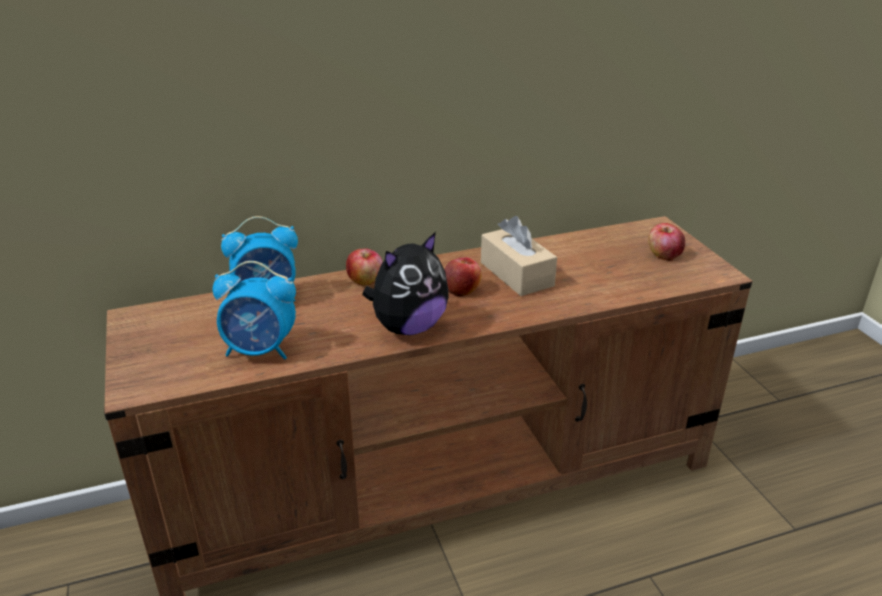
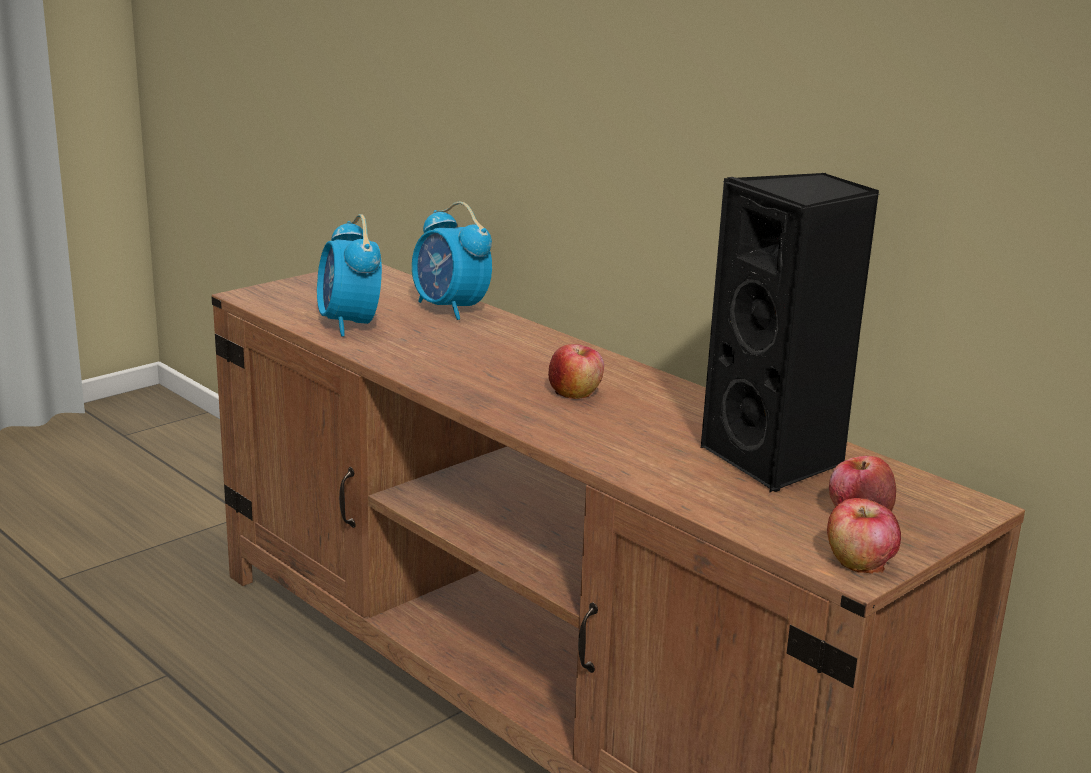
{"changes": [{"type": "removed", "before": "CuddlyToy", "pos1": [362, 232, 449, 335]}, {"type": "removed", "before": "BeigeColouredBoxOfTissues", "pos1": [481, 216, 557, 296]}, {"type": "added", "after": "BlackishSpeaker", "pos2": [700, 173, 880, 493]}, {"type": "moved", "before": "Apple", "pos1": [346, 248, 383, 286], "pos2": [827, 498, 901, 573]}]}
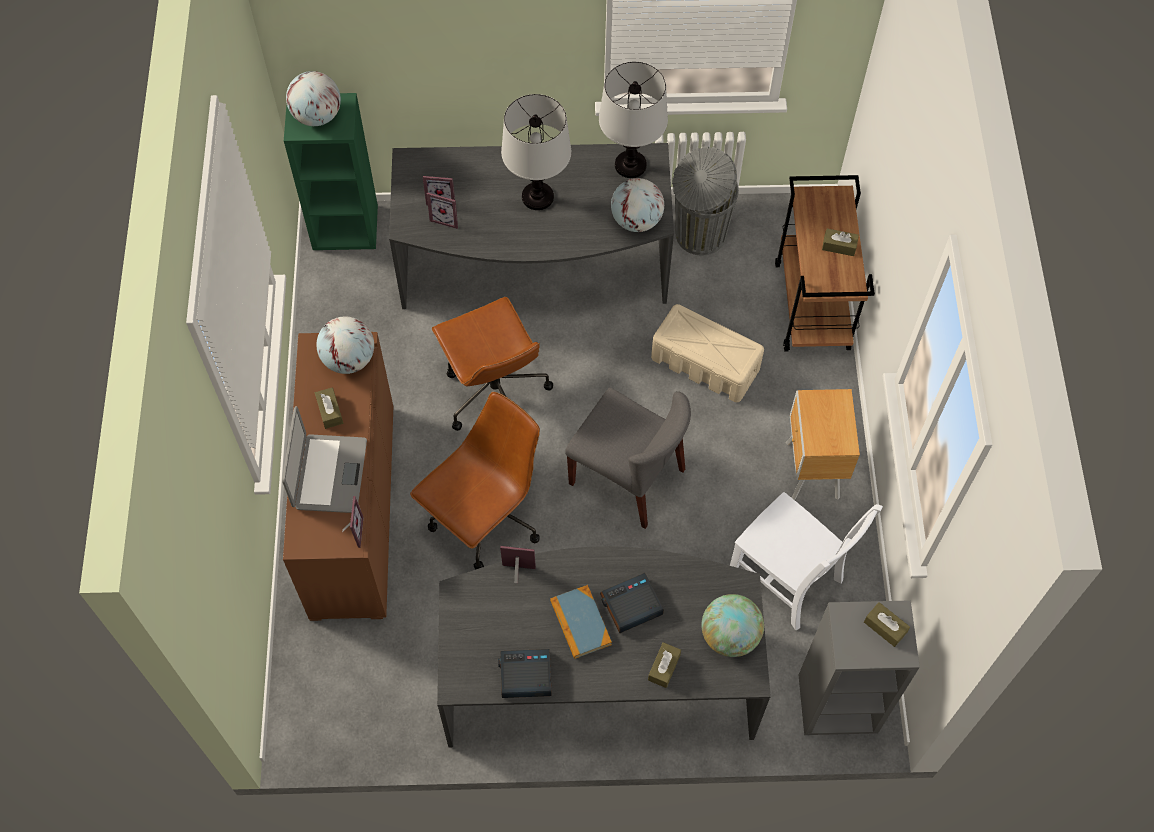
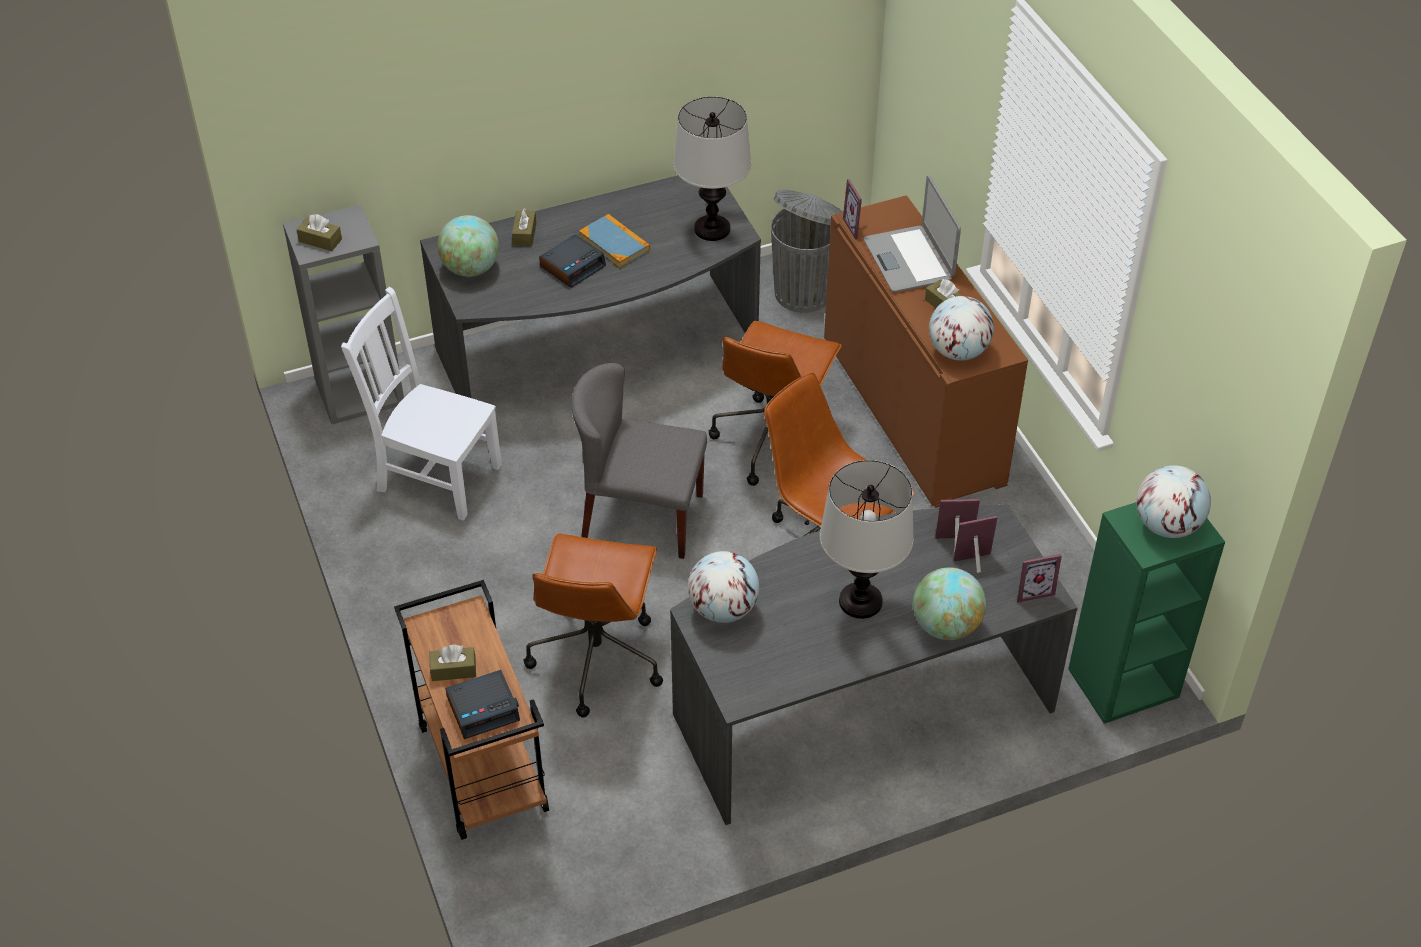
{"changes": [{"type": "removed", "before": "BrownNightTable", "pos1": [786, 389, 860, 500]}, {"type": "added", "after": "DeskGlobe", "pos2": [913, 567, 986, 640]}, {"type": "moved", "before": "BedsideClock", "pos1": [498, 649, 551, 698], "pos2": [445, 670, 520, 739]}, {"type": "moved", "before": "PictureFrame", "pos1": [500, 546, 536, 583], "pos2": [1017, 554, 1062, 603]}, {"type": "moved", "before": "LampForATable", "pos1": [599, 62, 668, 178], "pos2": [674, 97, 751, 241]}, {"type": "moved", "before": "GreyishWasteBin", "pos1": [672, 147, 739, 255], "pos2": [771, 190, 843, 313]}, {"type": "replaced", "before": "BeigeColouredStorageBox", "after": "BrownOfficeChair", "pos1": [651, 304, 764, 402], "pos2": [523, 534, 663, 717]}]}
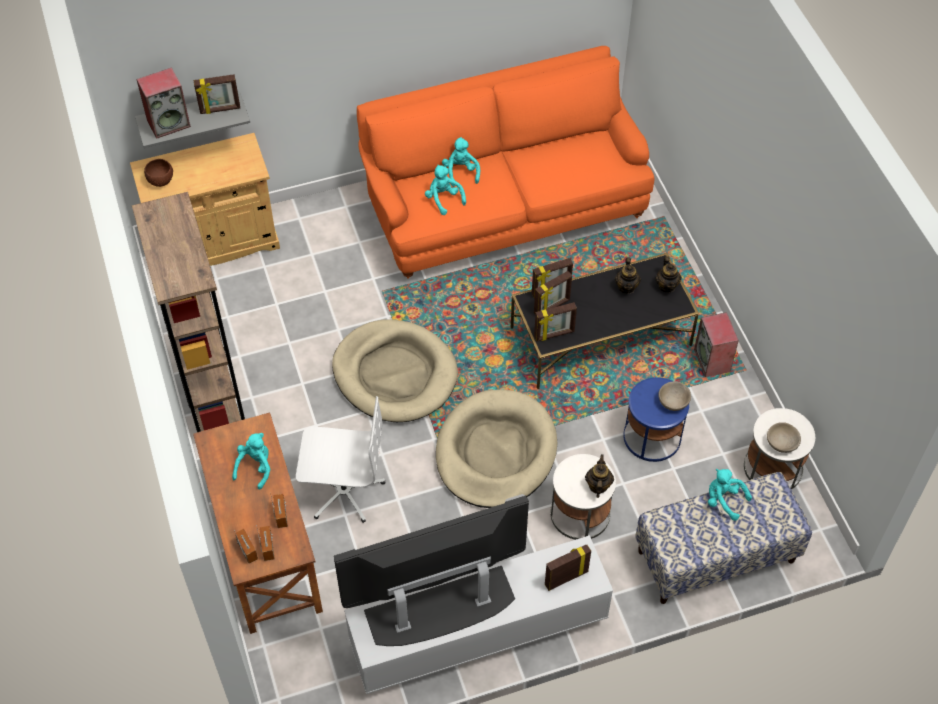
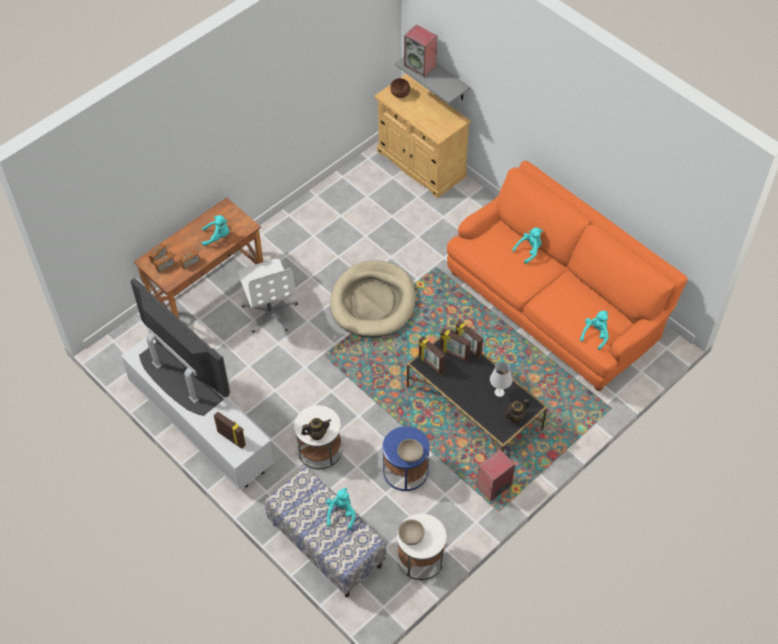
{"changes": [{"type": "removed", "before": "BrownBookshelf", "pos1": [132, 192, 245, 432]}, {"type": "removed", "before": "PictureFrame", "pos1": [194, 74, 240, 114]}, {"type": "removed", "before": "BeigeColouredDogBed", "pos1": [436, 389, 557, 508]}, {"type": "moved", "before": "TurquoiseCuddlyToy", "pos1": [425, 165, 466, 215], "pos2": [580, 311, 609, 350]}, {"type": "replaced", "before": "PotForTea", "after": "WhiteColouredLampForATable", "pos1": [615, 258, 641, 294], "pos2": [490, 362, 512, 397]}]}
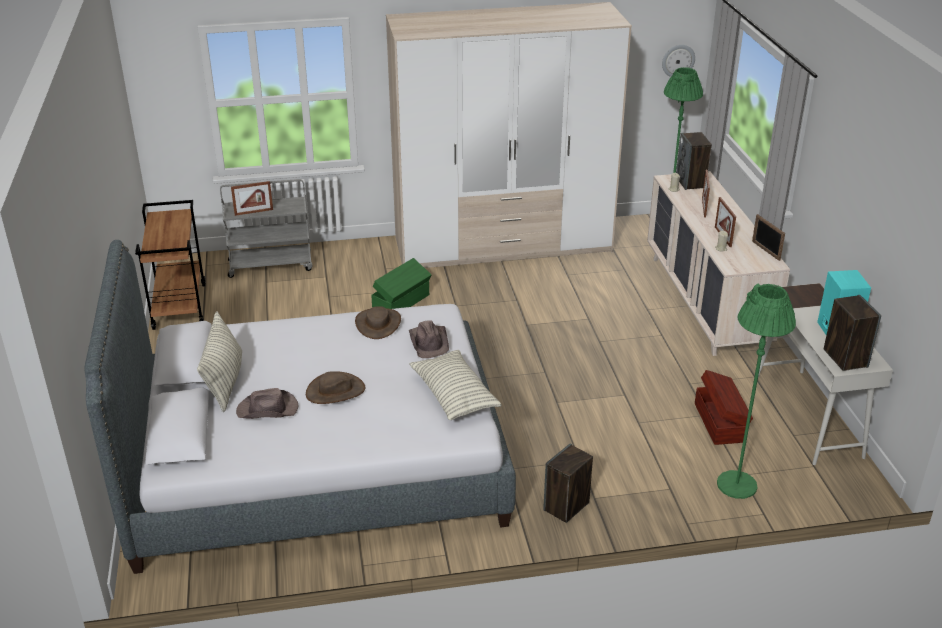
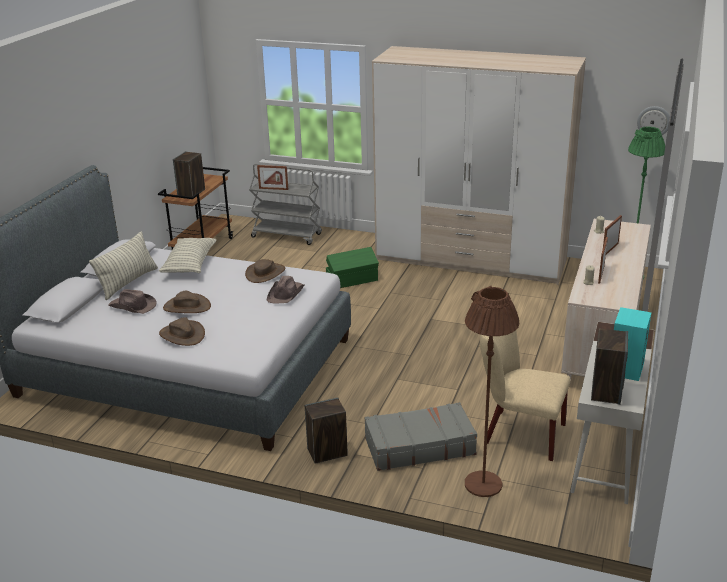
{"changes": [{"type": "removed", "before": "PictureFrame", "pos1": [752, 214, 785, 261]}, {"type": "added", "after": "BrownHat", "pos2": [159, 317, 205, 346]}, {"type": "added", "after": "GreyishSuitcase", "pos2": [365, 402, 477, 471]}, {"type": "moved", "before": "ThrowPillow", "pos1": [409, 350, 502, 420], "pos2": [159, 238, 216, 273]}, {"type": "moved", "before": "Speaker", "pos1": [676, 132, 712, 190], "pos2": [173, 151, 205, 197]}, {"type": "replaced", "before": "BrownStorageBox", "after": "BeigeColouredPlainChair", "pos1": [695, 370, 753, 445], "pos2": [480, 331, 571, 461]}, {"type": "recoloured", "before": "GreenishStandardLamp", "after": "BrownStandardLamp", "pos1": [717, 284, 796, 499], "pos2": [465, 286, 519, 497]}]}
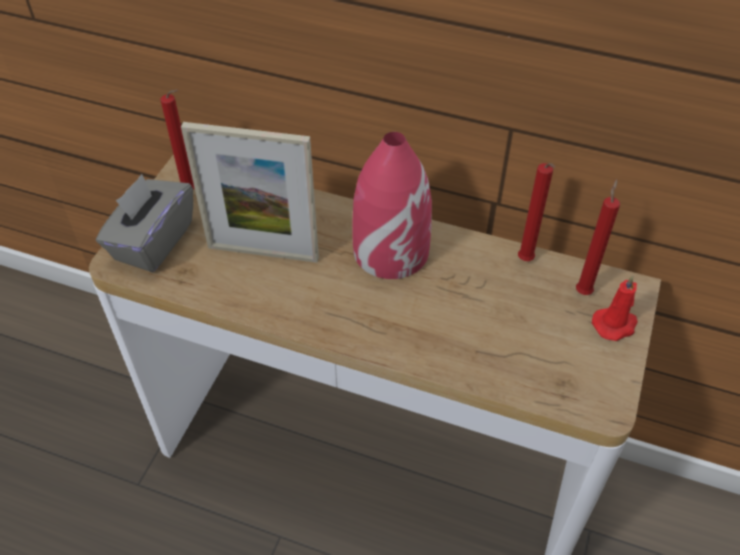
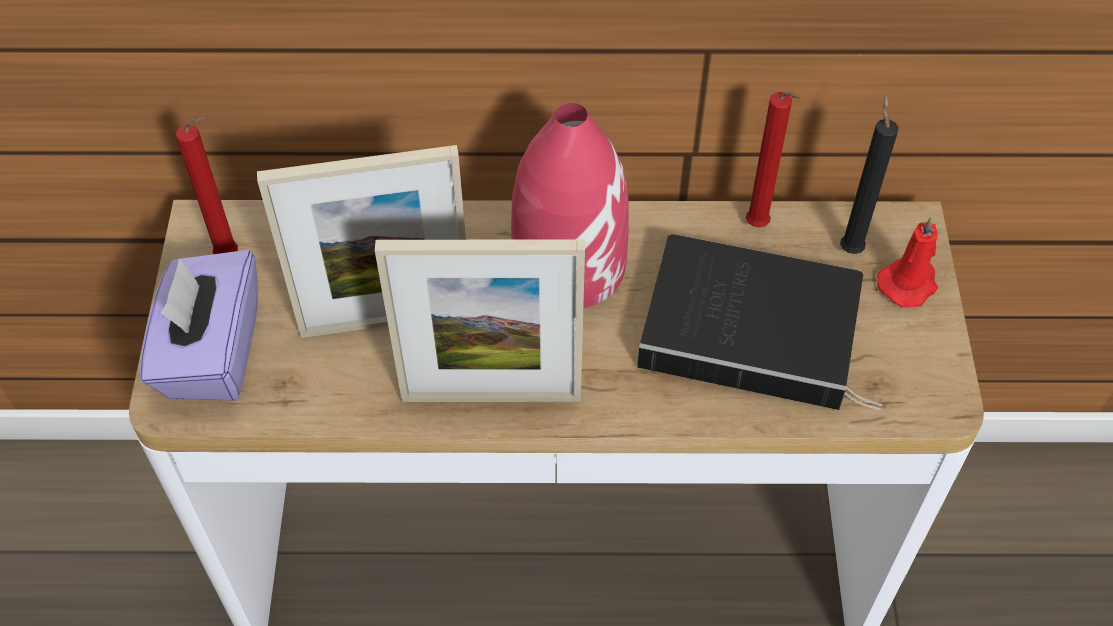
{"changes": [{"type": "added", "after": "PictureFrame", "pos2": [375, 239, 585, 402]}, {"type": "added", "after": "Volume", "pos2": [637, 234, 883, 410]}, {"type": "recoloured", "before": "GreyishBoxOfTissues", "after": "PurpleBoxOfTissues", "pos1": [96, 174, 193, 272], "pos2": [140, 250, 258, 401]}, {"type": "recoloured", "before": "ReddishWaxCandle", "after": "BlackishWaxCandle", "pos1": [576, 179, 620, 295], "pos2": [840, 94, 899, 254]}]}
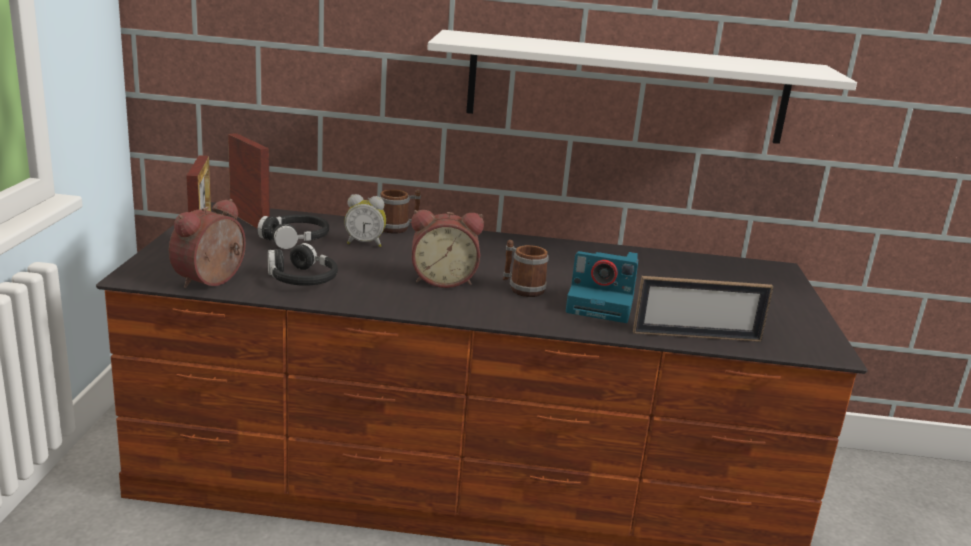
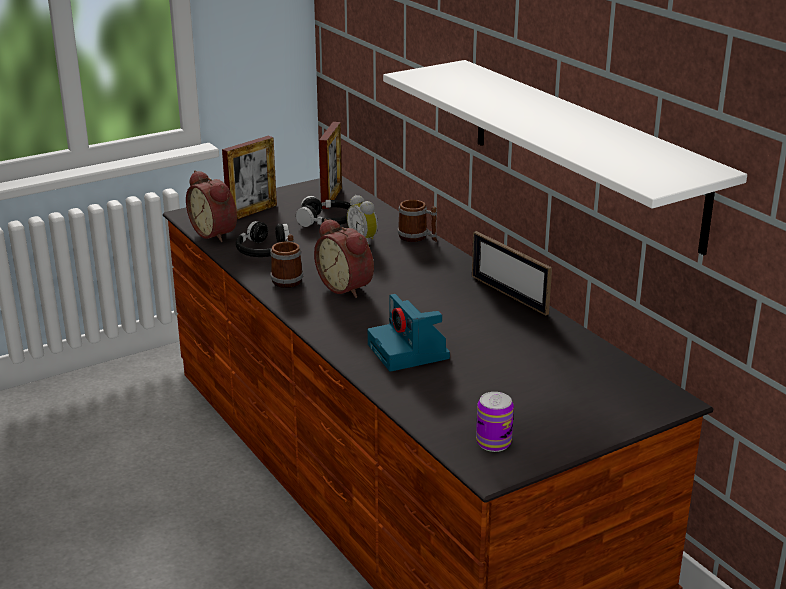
{"changes": [{"type": "added", "after": "SealedCan", "pos2": [476, 392, 514, 452]}, {"type": "moved", "before": "CoffeeMug", "pos1": [503, 240, 549, 297], "pos2": [270, 234, 303, 288]}, {"type": "moved", "before": "PictureFrame", "pos1": [633, 276, 773, 342], "pos2": [472, 231, 552, 316]}, {"type": "turned", "before": "BedsideClock", "pos1": [169, 199, 246, 288], "pos2": [186, 170, 237, 242], "turn": -120}]}
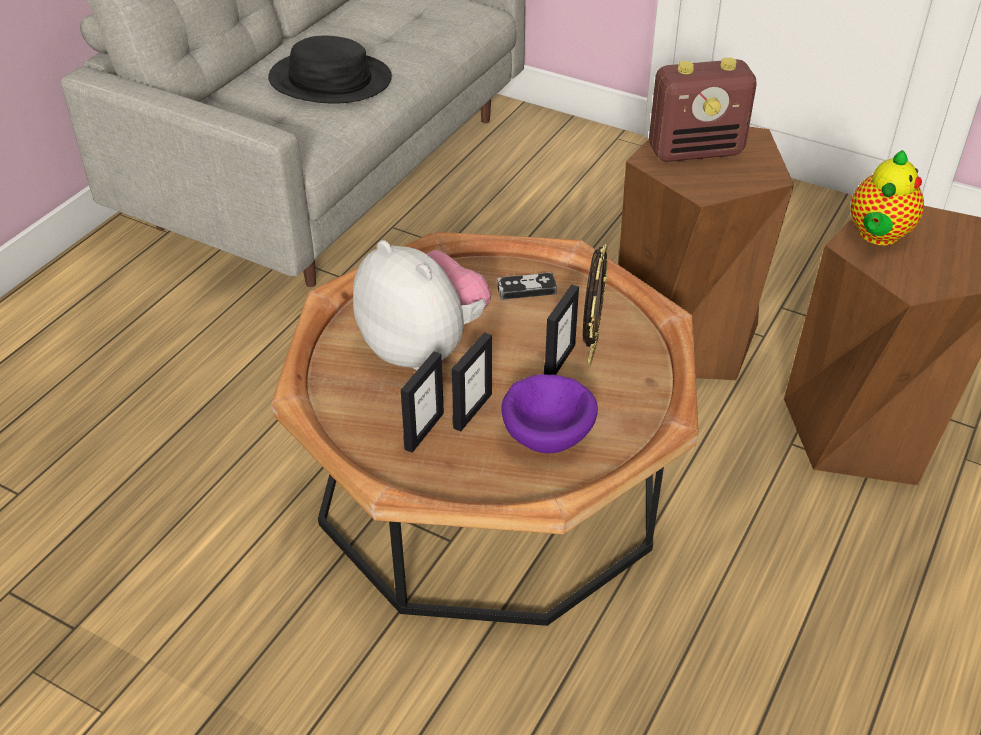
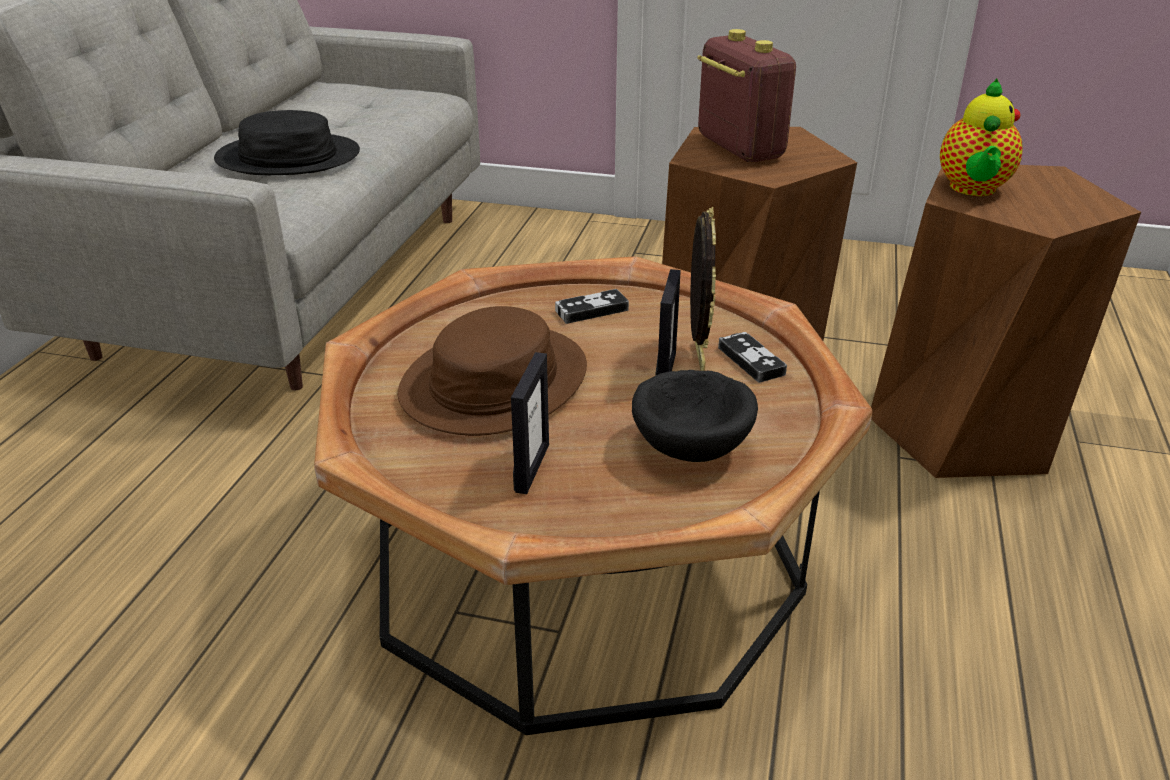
{"changes": [{"type": "removed", "before": "PictureFrame", "pos1": [452, 332, 492, 432]}, {"type": "added", "after": "Joypad", "pos2": [718, 332, 787, 383]}, {"type": "replaced", "before": "CuddlyToy", "after": "BrownHat", "pos1": [353, 240, 491, 370], "pos2": [398, 306, 587, 436]}, {"type": "recoloured", "before": "PurpleServingBowl", "after": "BlackishServingBowl", "pos1": [502, 374, 598, 453], "pos2": [632, 370, 758, 462]}, {"type": "turned", "before": "RadioReceiver", "pos1": [649, 57, 757, 162], "pos2": [697, 29, 796, 162], "turn": -90}]}
